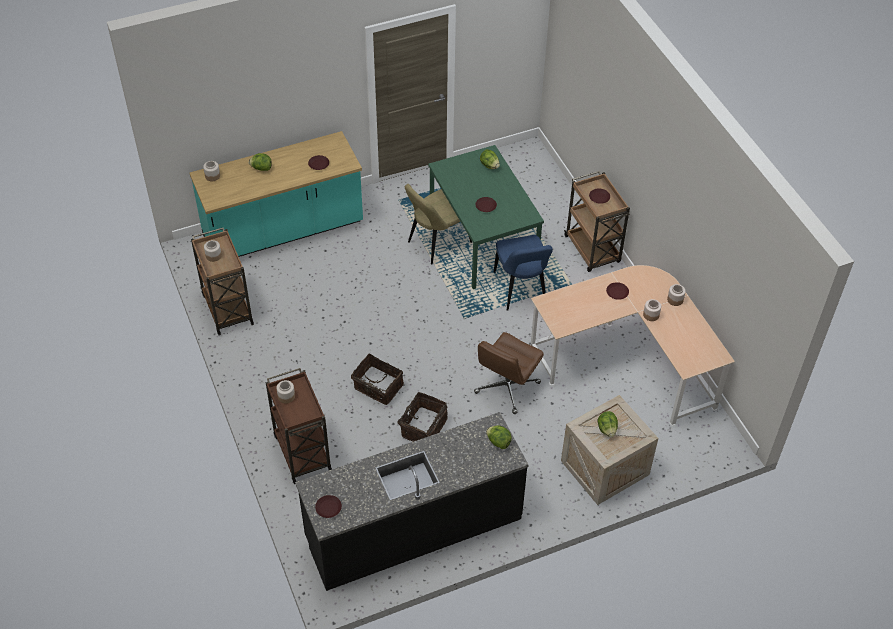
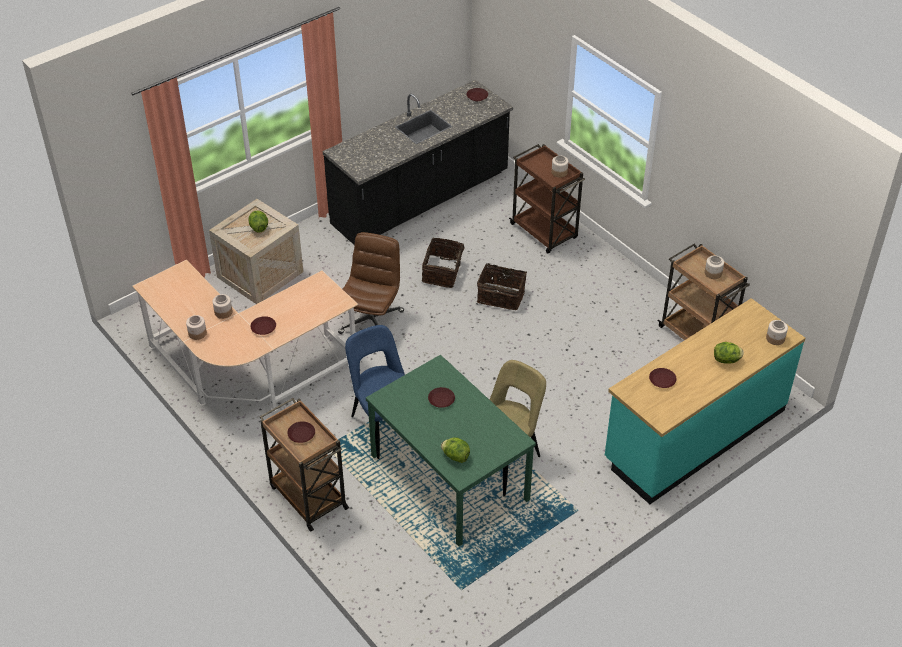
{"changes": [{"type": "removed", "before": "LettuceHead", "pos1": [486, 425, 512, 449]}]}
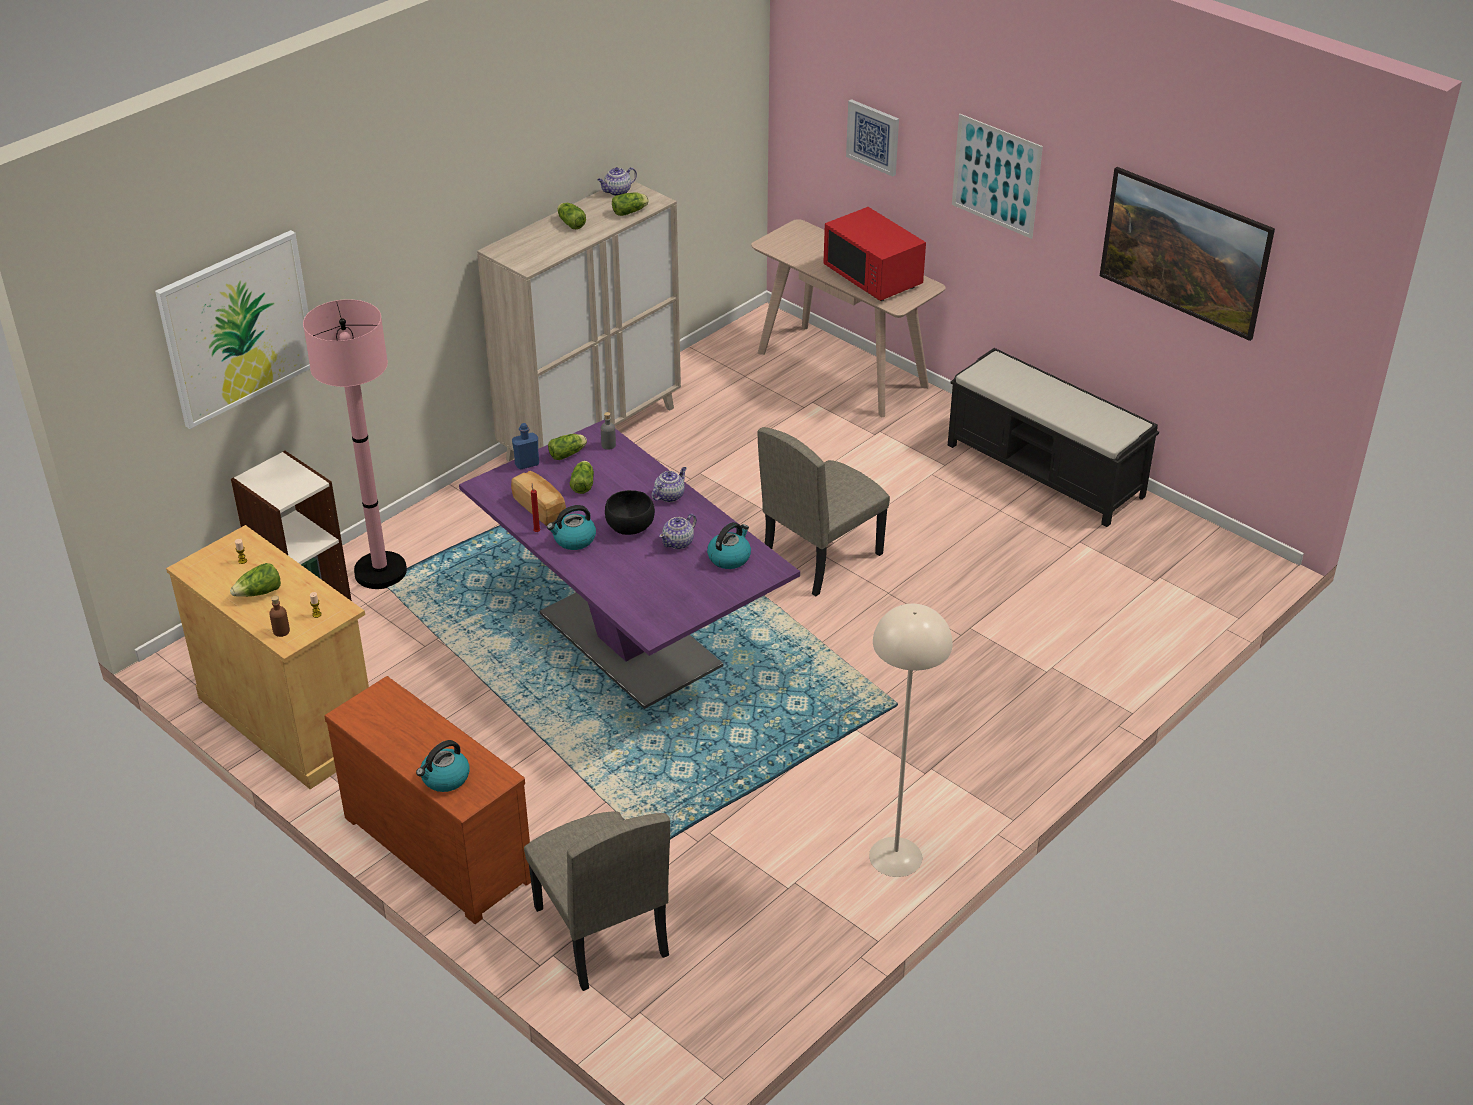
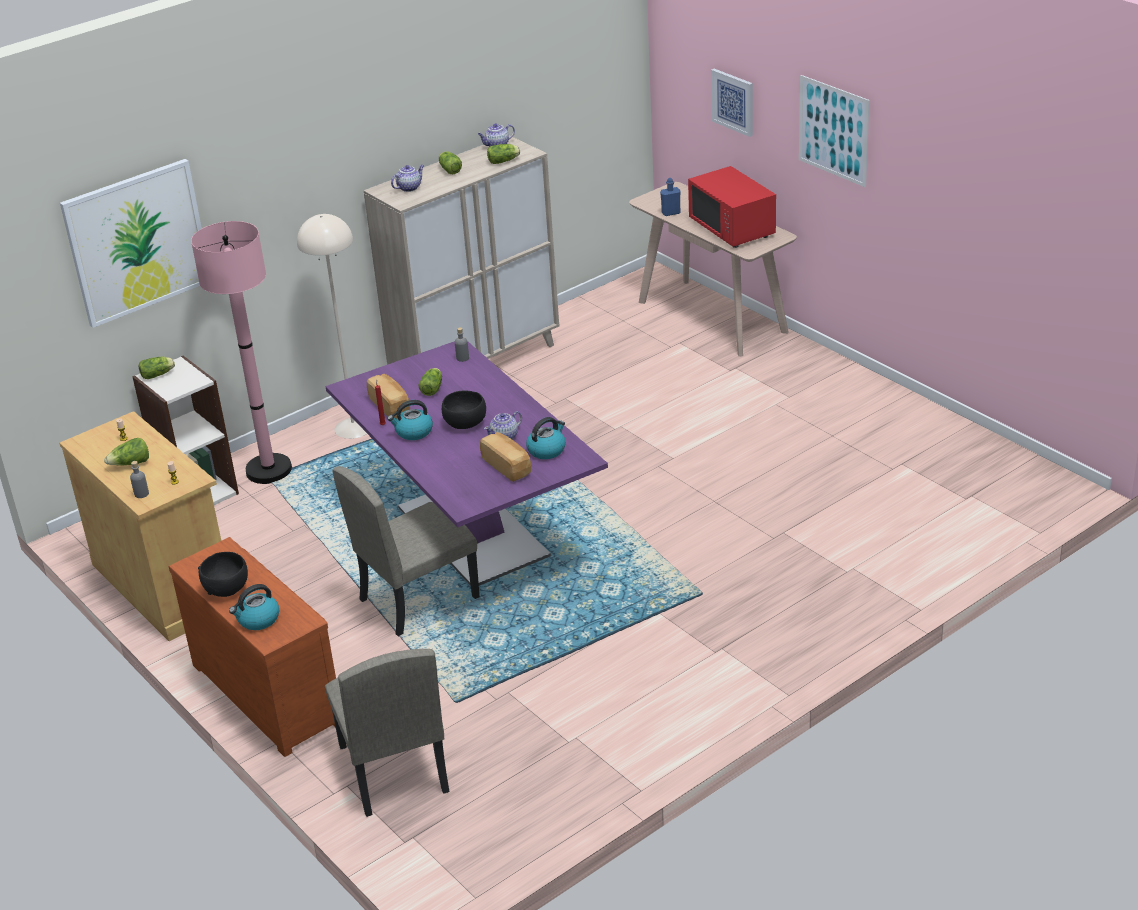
{"changes": [{"type": "removed", "before": "BlackishBench", "pos1": [948, 348, 1159, 527]}, {"type": "removed", "before": "Picture", "pos1": [1100, 167, 1275, 341]}, {"type": "added", "after": "BlackishServingBowl", "pos2": [198, 552, 248, 597]}, {"type": "added", "after": "Bread", "pos2": [480, 432, 531, 482]}, {"type": "moved", "before": "BluishBeverageBottle", "pos1": [512, 423, 539, 470], "pos2": [660, 178, 681, 216]}, {"type": "moved", "before": "LettuceHead", "pos1": [548, 434, 587, 460], "pos2": [139, 357, 175, 379]}, {"type": "moved", "before": "PotForTea", "pos1": [652, 467, 687, 502], "pos2": [391, 165, 424, 192]}, {"type": "moved", "before": "BeigeColouredPlainChair", "pos1": [758, 427, 890, 596], "pos2": [332, 466, 480, 637]}, {"type": "moved", "before": "BeigeColouredStandardLamp", "pos1": [869, 604, 952, 877], "pos2": [297, 214, 367, 439]}, {"type": "recoloured", "before": "BrownBeverageBottle", "after": "GreyishBeverageBottle", "pos1": [269, 596, 290, 637], "pos2": [130, 461, 149, 498]}]}
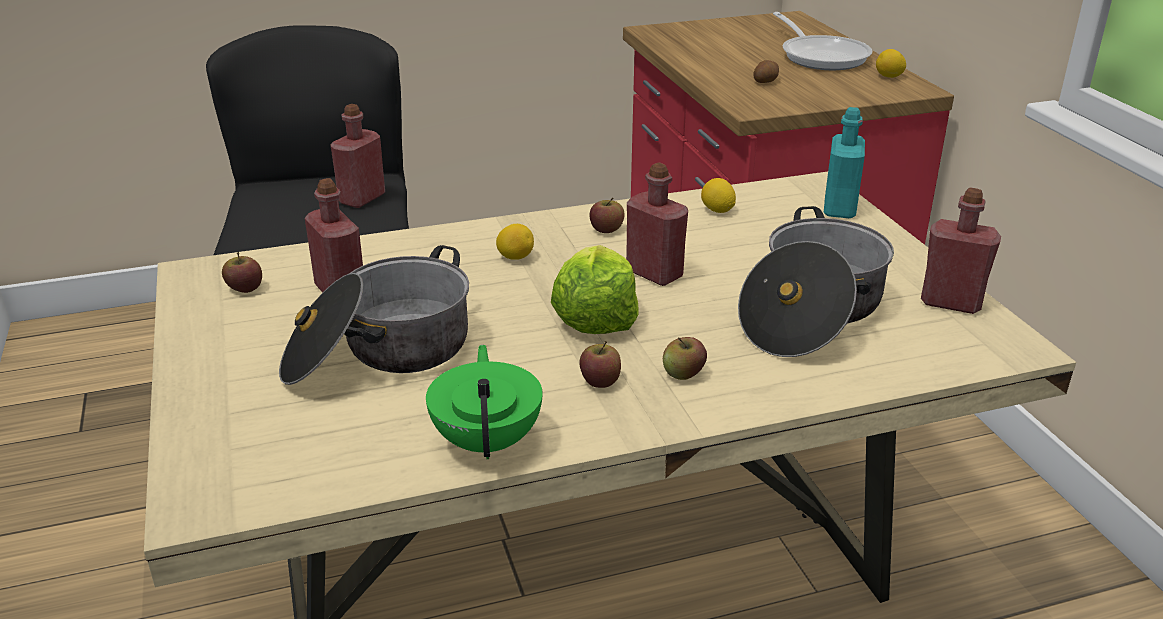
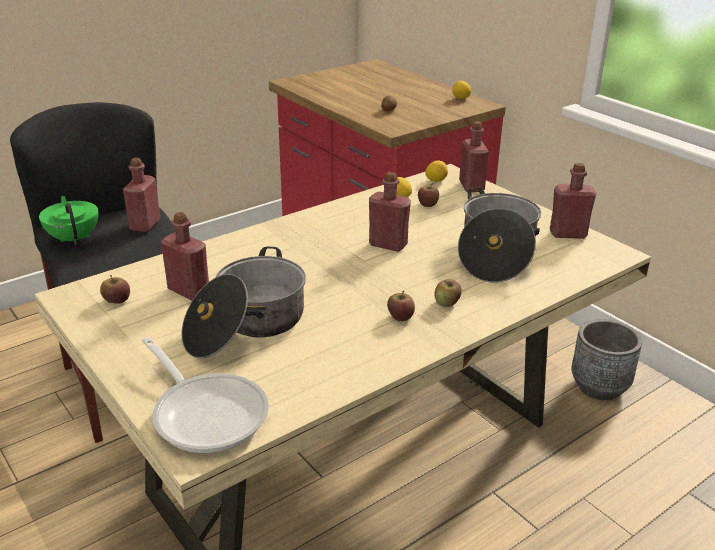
{"changes": [{"type": "removed", "before": "LettuceHead", "pos1": [551, 245, 639, 334]}, {"type": "added", "after": "GreyishPlantPot", "pos2": [571, 319, 642, 400]}, {"type": "moved", "before": "GreenishPotForTea", "pos1": [426, 345, 542, 459], "pos2": [39, 196, 98, 245]}, {"type": "moved", "before": "WholeLemon", "pos1": [496, 224, 534, 260], "pos2": [425, 161, 448, 182]}, {"type": "moved", "before": "Apple", "pos1": [590, 198, 625, 233], "pos2": [418, 183, 439, 207]}, {"type": "moved", "before": "Pan", "pos1": [773, 12, 872, 70], "pos2": [142, 337, 269, 453]}, {"type": "recoloured", "before": "TurquoiseBeverageBottle", "after": "ReddishBeverageBottle", "pos1": [824, 107, 865, 218], "pos2": [459, 122, 489, 192]}]}
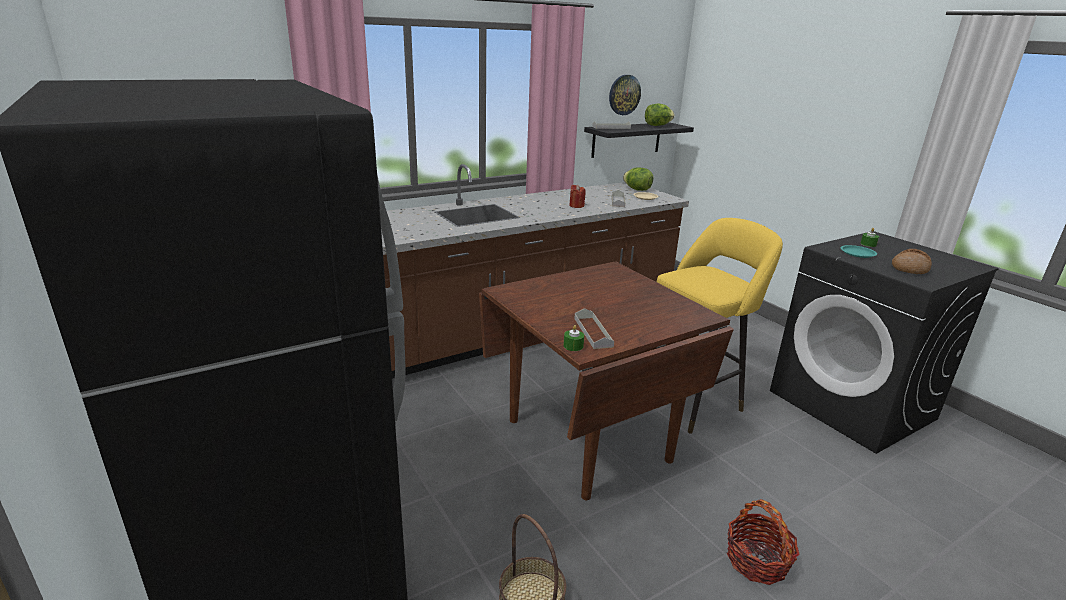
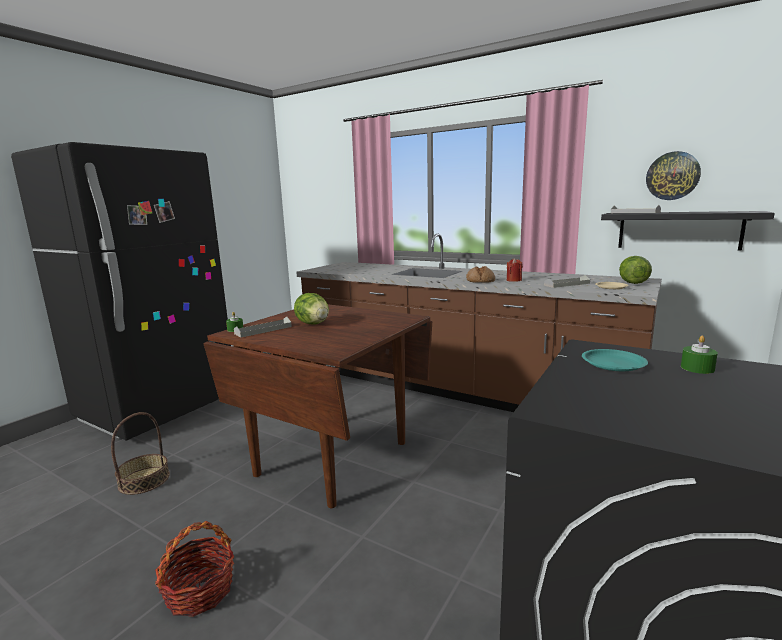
{"changes": [{"type": "removed", "before": "YellowishSittingStool", "pos1": [657, 218, 783, 434]}, {"type": "moved", "before": "LettuceHead", "pos1": [645, 104, 674, 126], "pos2": [294, 293, 329, 324]}, {"type": "moved", "before": "Bread", "pos1": [892, 249, 932, 274], "pos2": [466, 266, 495, 283]}]}
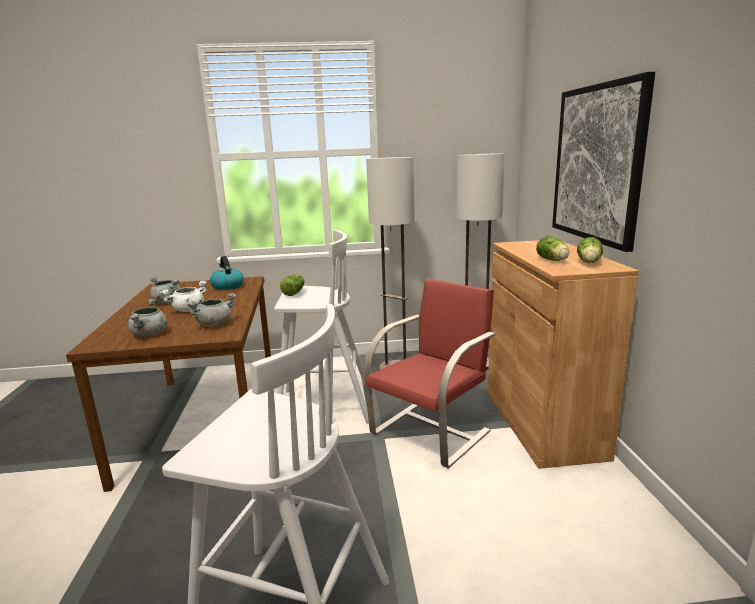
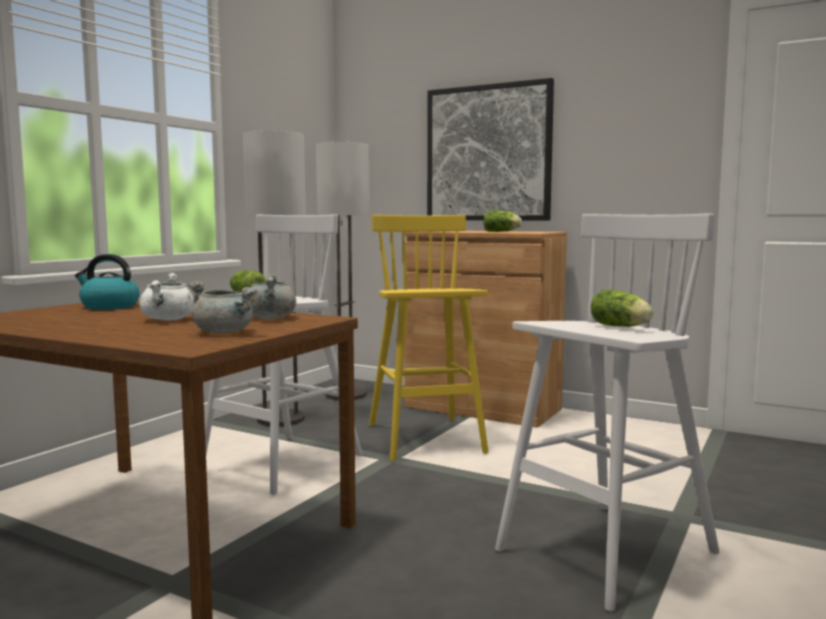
{"changes": [{"type": "removed", "before": "GreyishSaucepot", "pos1": [149, 277, 180, 304]}, {"type": "moved", "before": "LettuceHead", "pos1": [577, 237, 603, 263], "pos2": [590, 290, 654, 327]}, {"type": "replaced", "before": "ReddishPlainChair", "after": "YellowishSittingStool", "pos1": [364, 278, 496, 468], "pos2": [369, 215, 488, 461]}]}
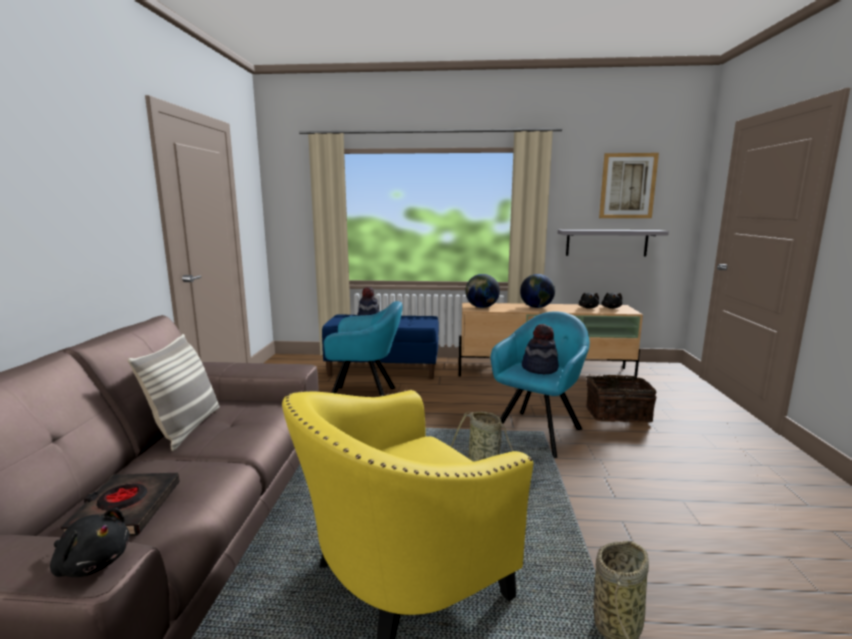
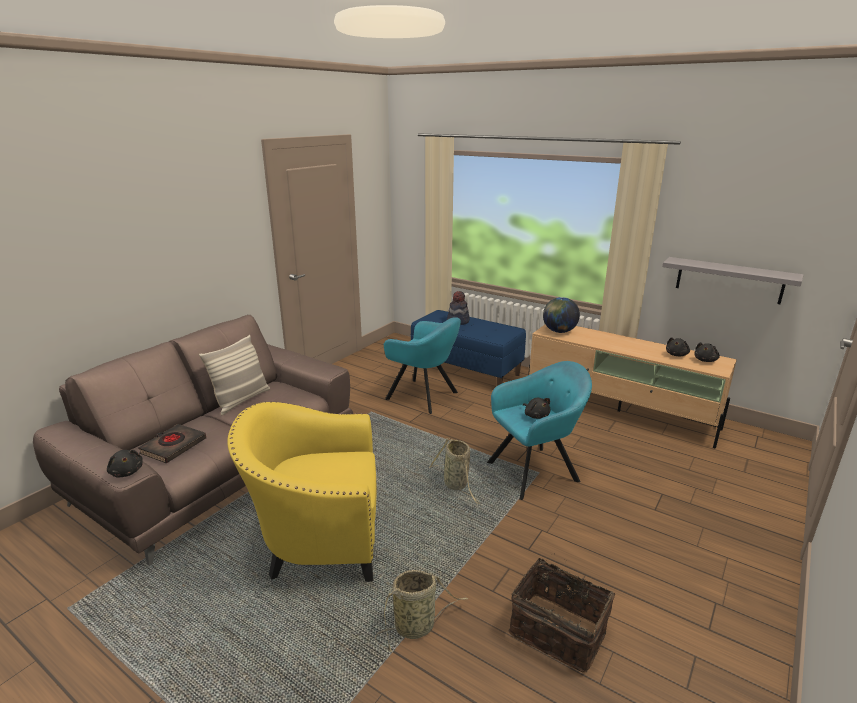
{"changes": [{"type": "removed", "before": "DeskGlobe", "pos1": [520, 274, 555, 308]}, {"type": "removed", "before": "Picture", "pos1": [599, 153, 659, 218]}, {"type": "moved", "before": "StorageBasket", "pos1": [586, 374, 657, 422], "pos2": [509, 553, 615, 673]}, {"type": "replaced", "before": "Hat", "after": "BlackishCuddlyToy", "pos1": [522, 324, 559, 374], "pos2": [523, 398, 551, 419]}]}
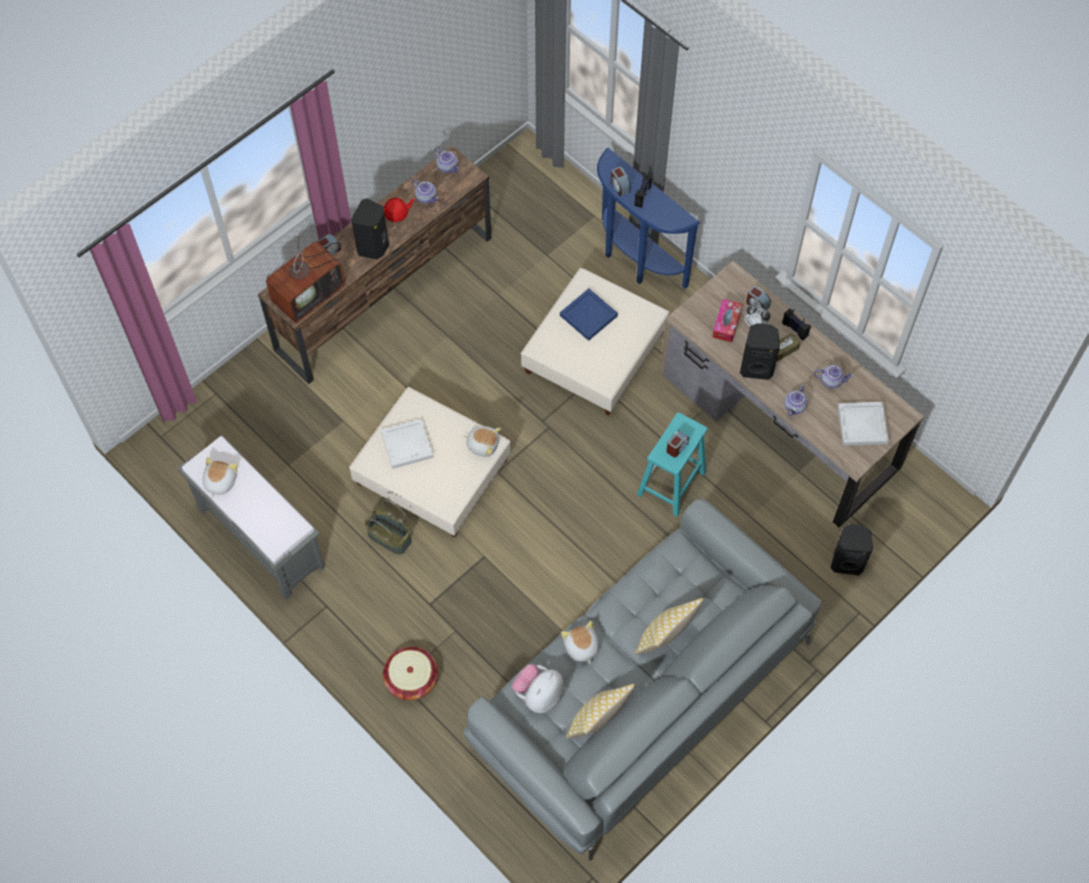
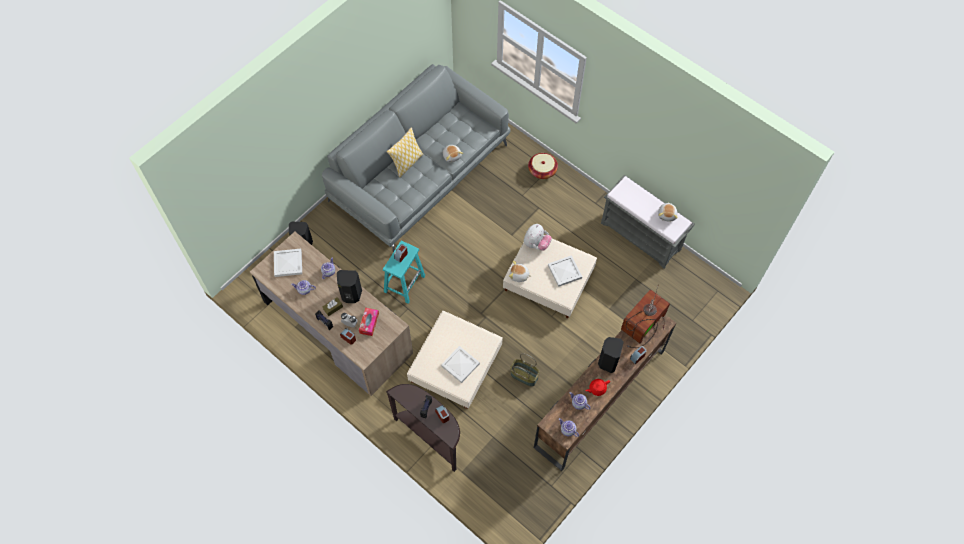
{"changes": [{"type": "removed", "before": "ThrowPillow", "pos1": [566, 684, 636, 739]}, {"type": "moved", "before": "StorageBasket", "pos1": [364, 500, 412, 554], "pos2": [510, 353, 540, 387]}, {"type": "moved", "before": "CuddlyToy", "pos1": [512, 664, 564, 713], "pos2": [524, 224, 552, 251]}, {"type": "recoloured", "before": "BluishTray", "after": "WhiteColouredTray", "pos1": [560, 288, 618, 341], "pos2": [441, 346, 480, 383]}, {"type": "recoloured", "before": "BluishNarrowTable", "after": "BrownNarrowTable", "pos1": [597, 148, 700, 289], "pos2": [386, 384, 460, 472]}]}
